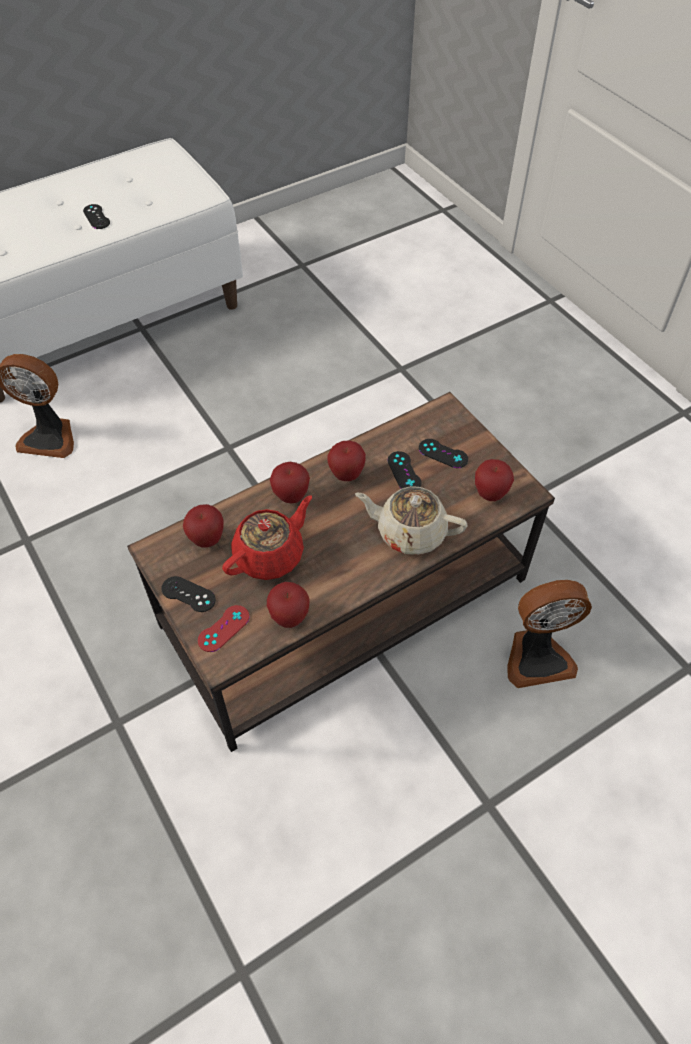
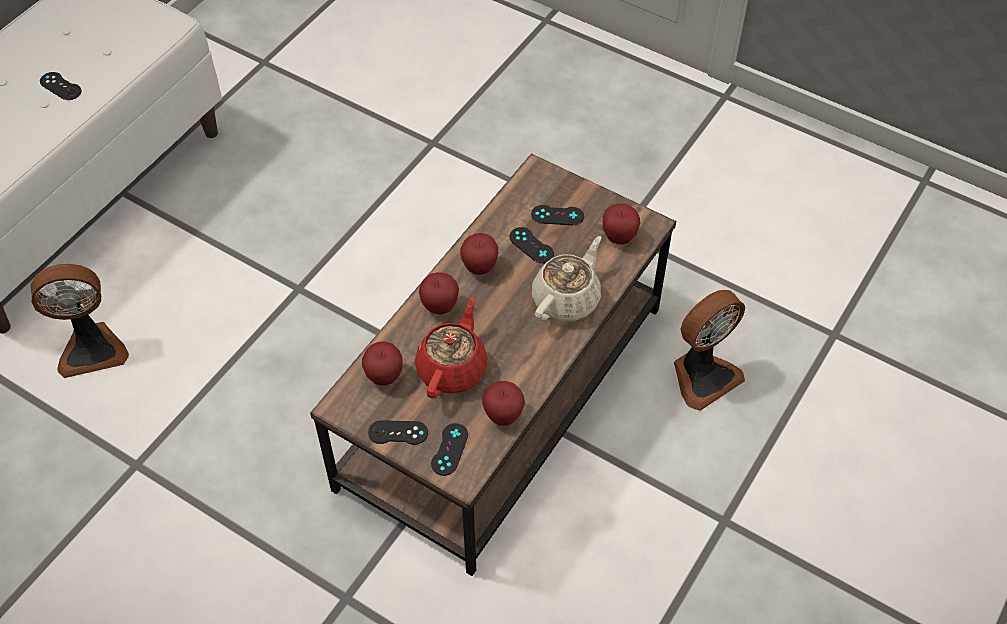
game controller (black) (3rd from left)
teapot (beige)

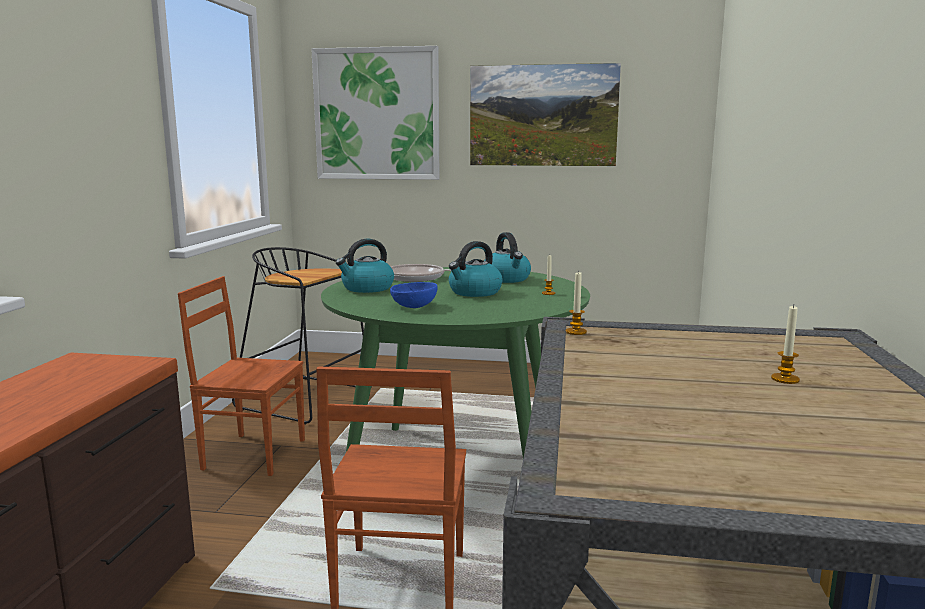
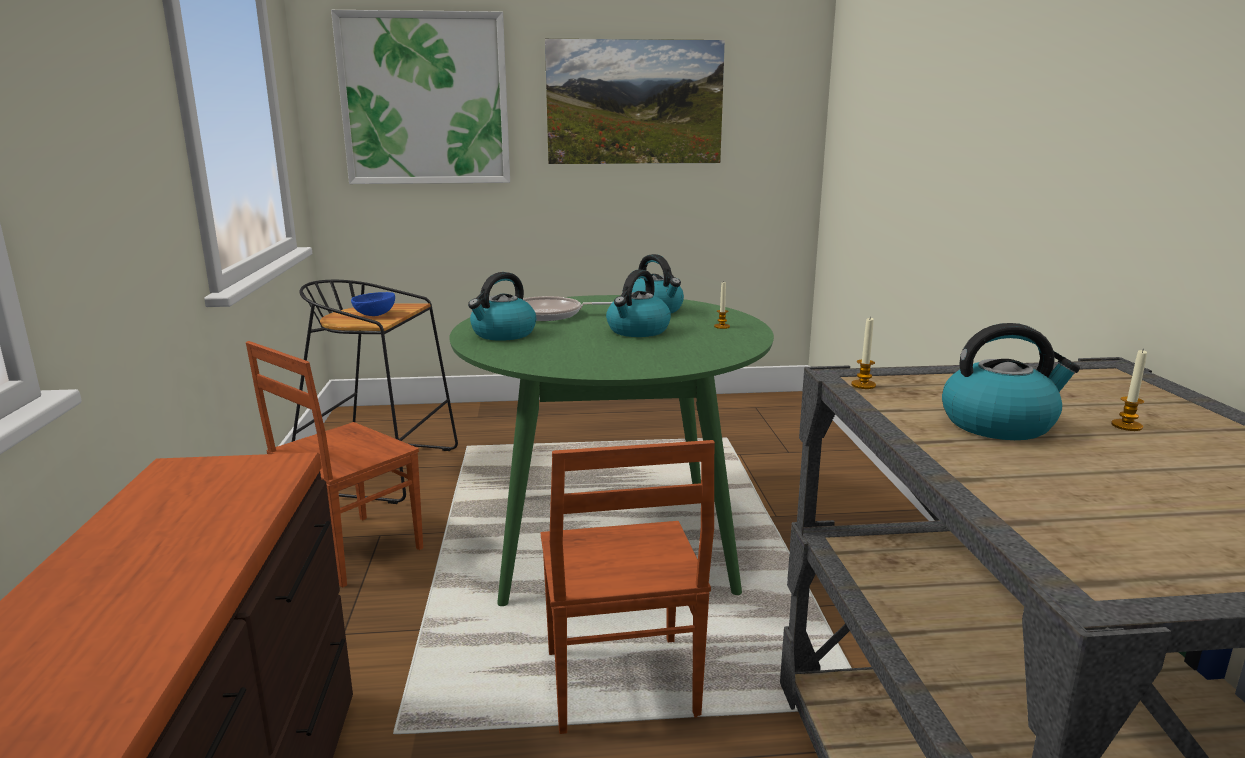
chair (brown) (1st from left)
bowl (blue)
kettle (4th from left)

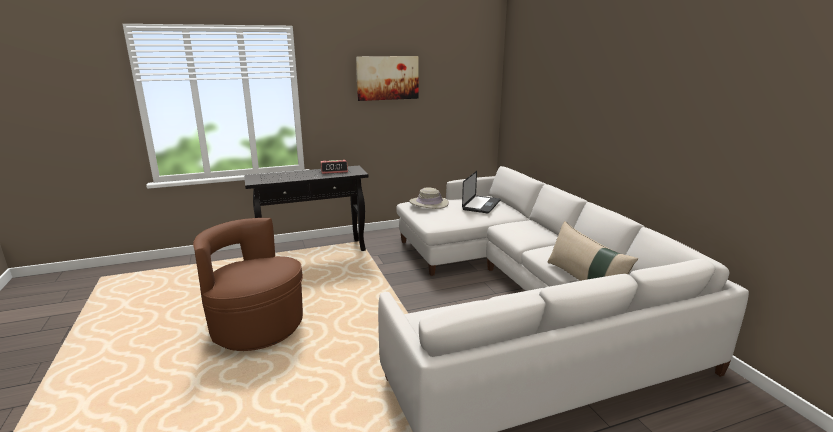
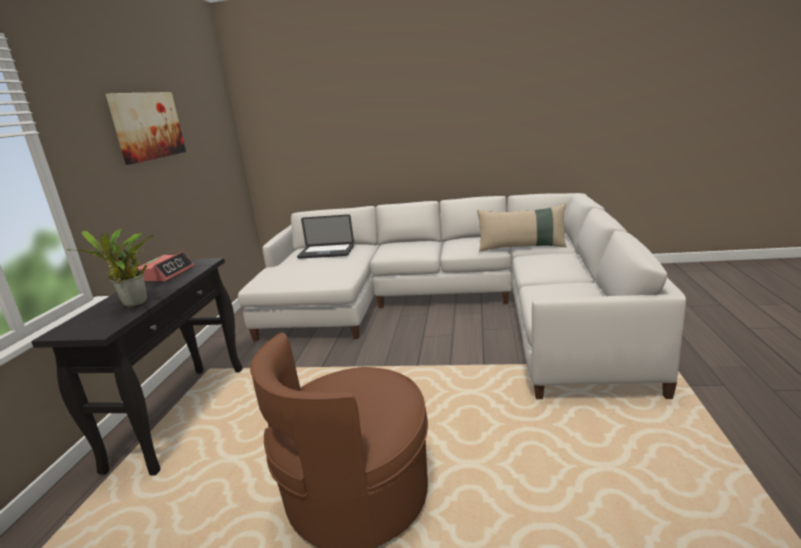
hat (beige)
laptop
potted plant

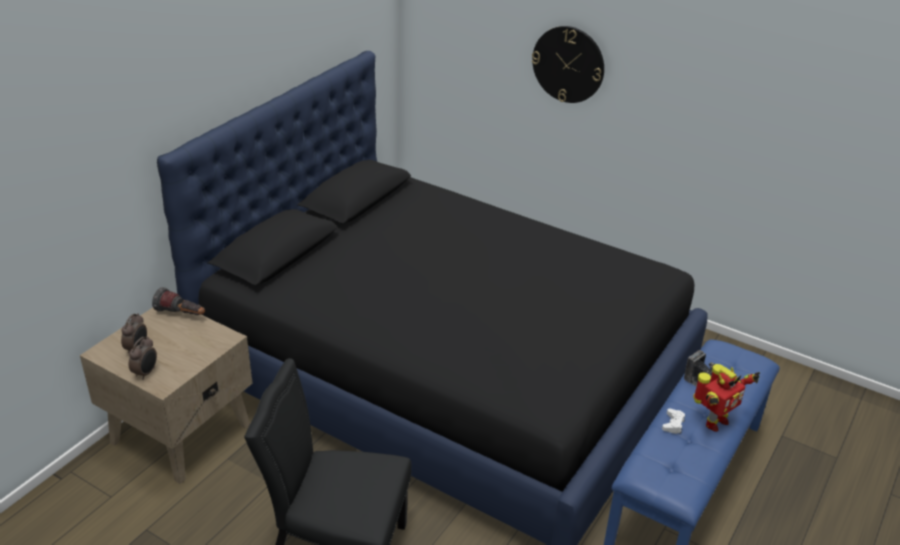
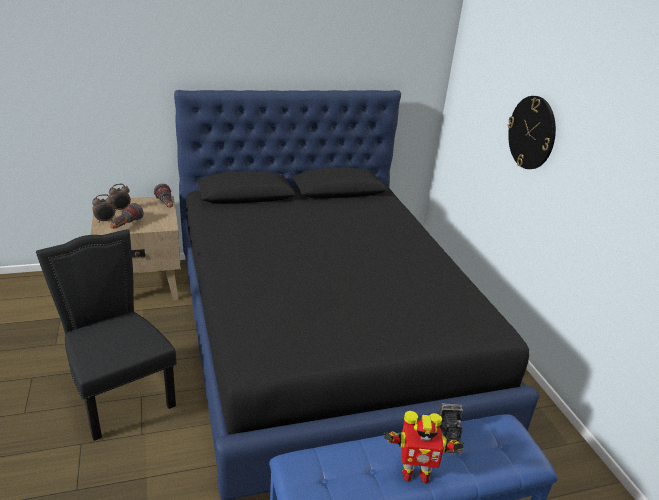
game controller (white)
flashlight (1st from left)

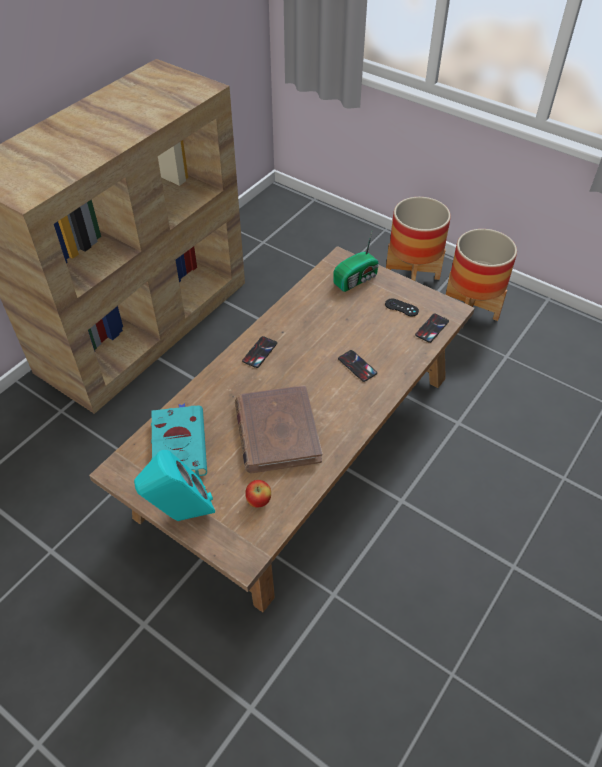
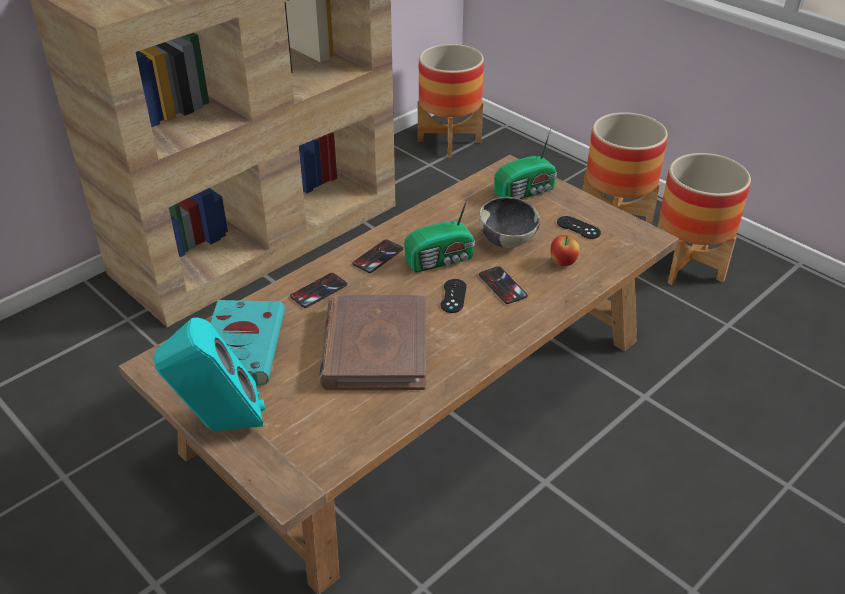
apple
phone (1st from left)
radio (1st from left)
planter (1st from left)
game controller (black) (1st from left)
bowl

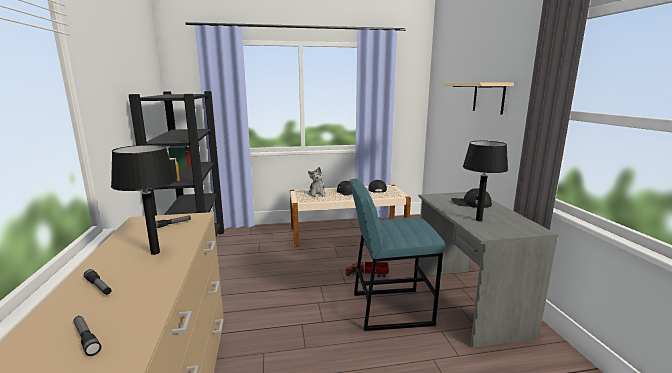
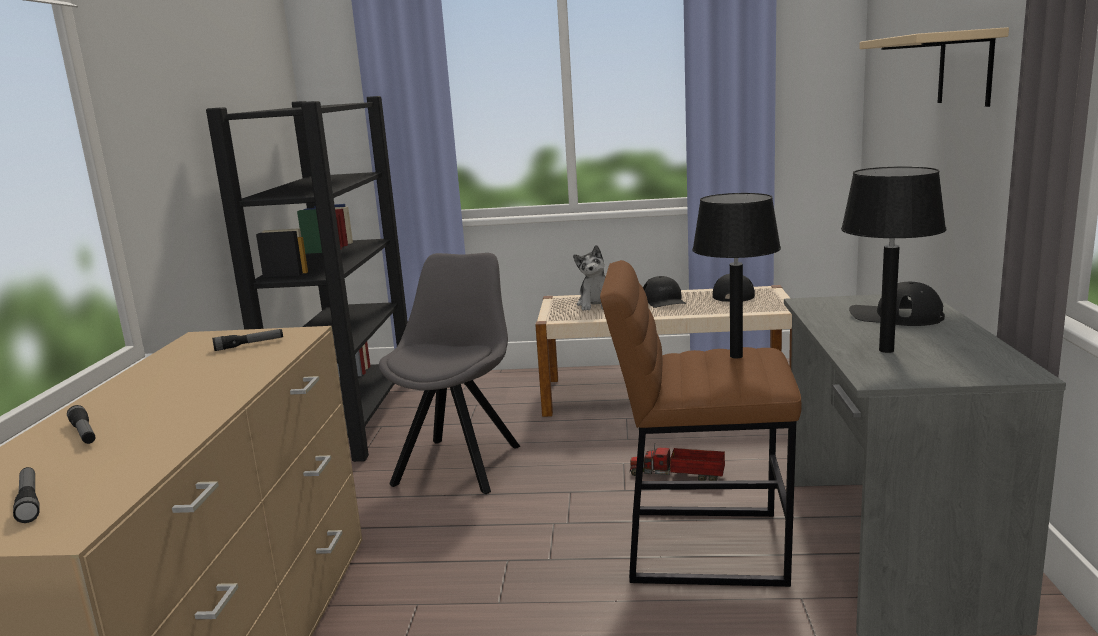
table lamp (black) (1st from left)
stool (brown)
chair (grey)

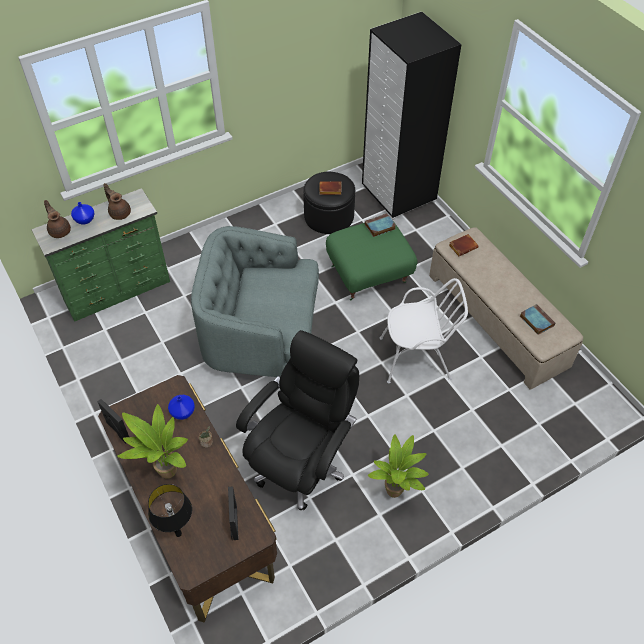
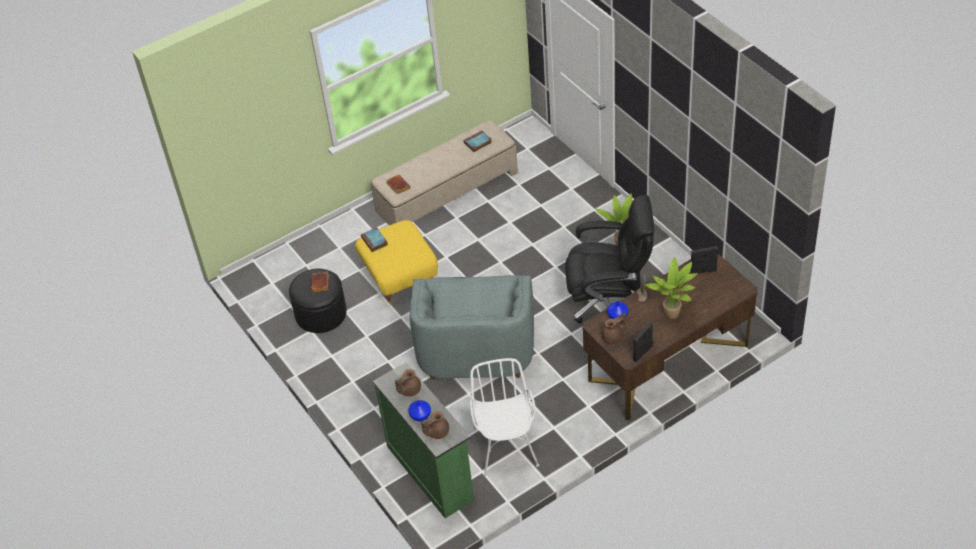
table lamp (black)
office chair (black)
ottoman (yellow)
wardrobe
chair (white)
teapot (brown) (3rd from left)

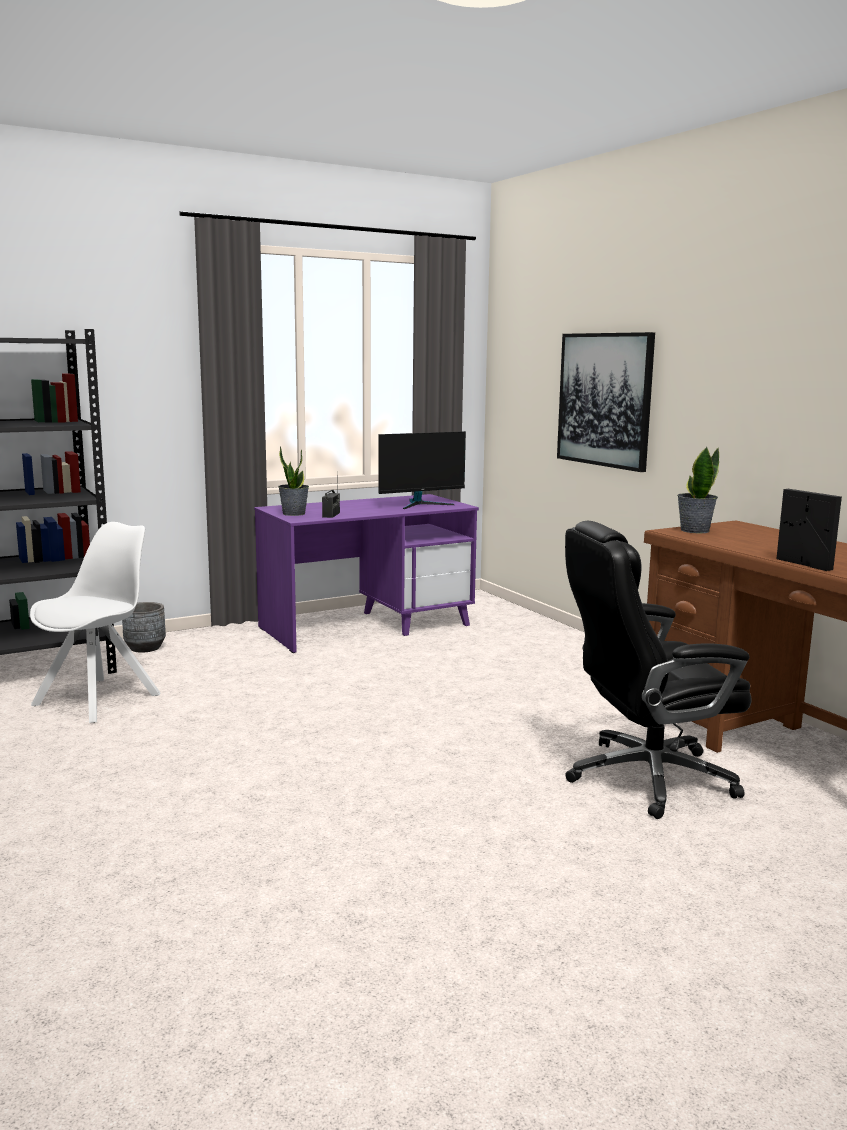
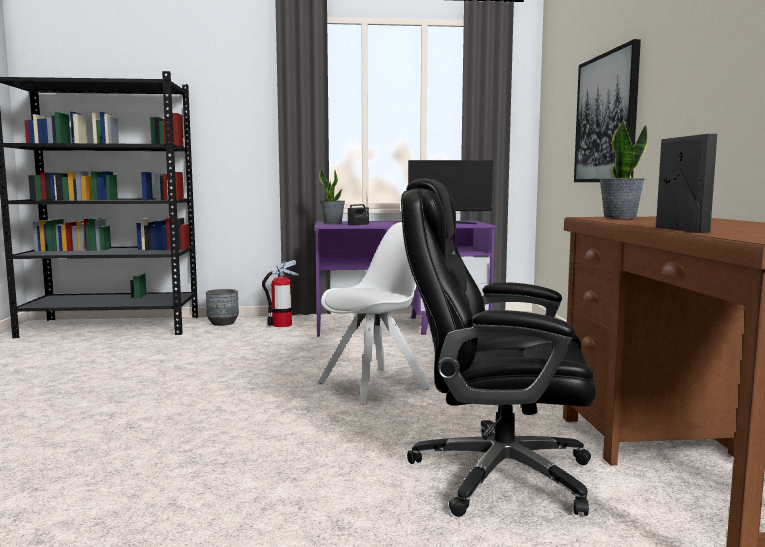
chair (white)
fire extinguisher

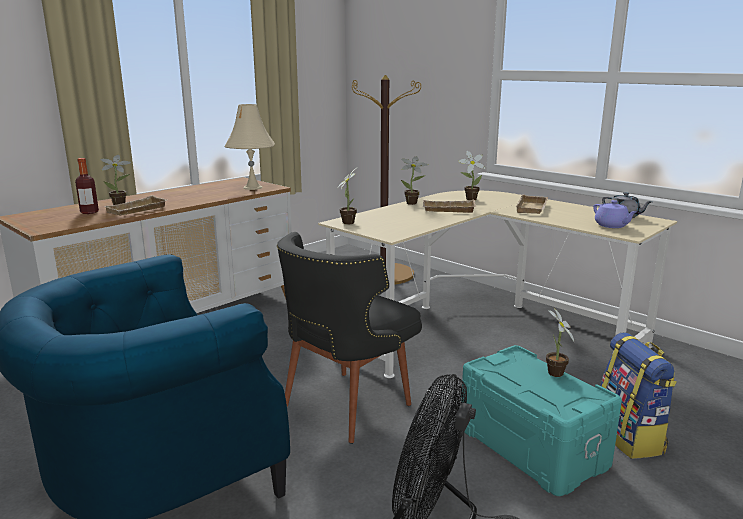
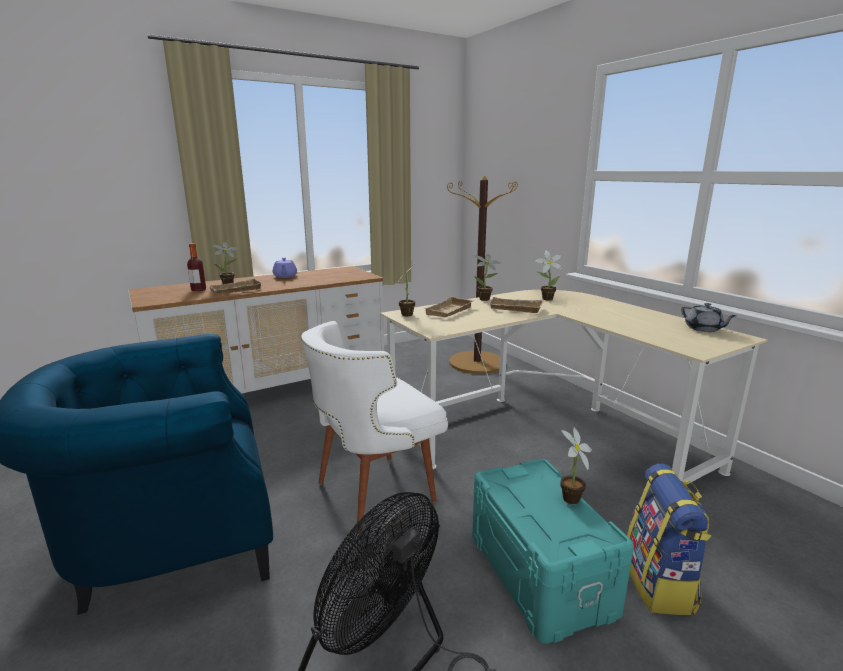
table lamp (beige)
chair (white)
tray (beige) (2nd from left)
teapot (purple)

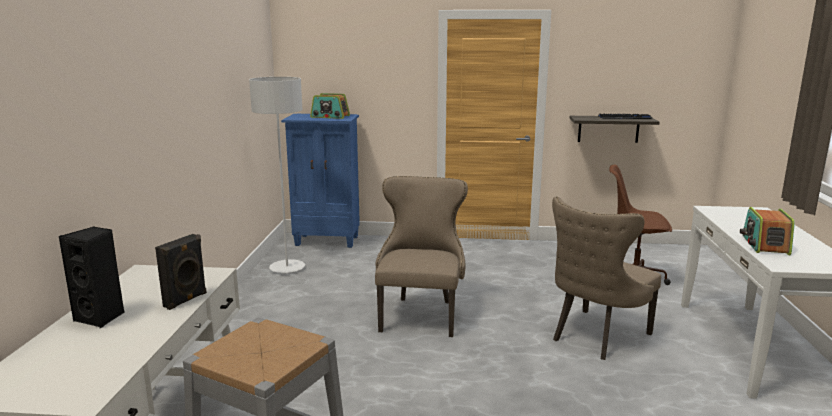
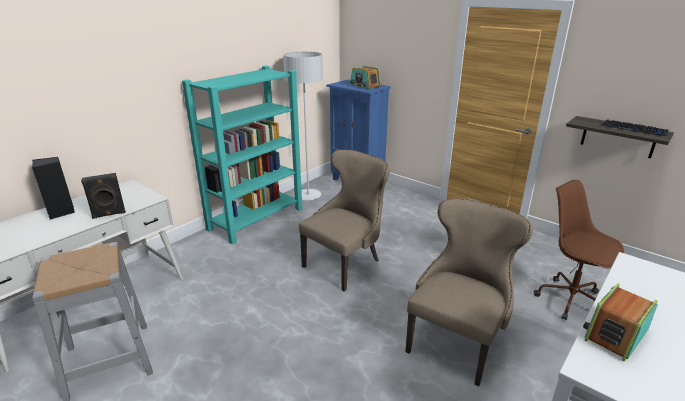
chair (beige) (2nd from left)
bookcase (turquoise)

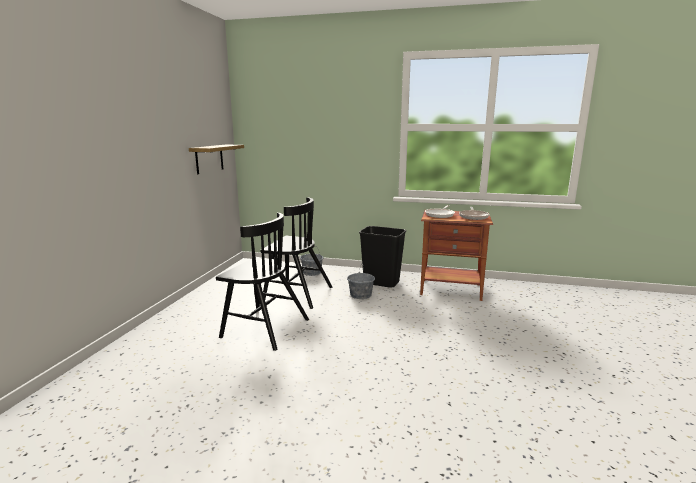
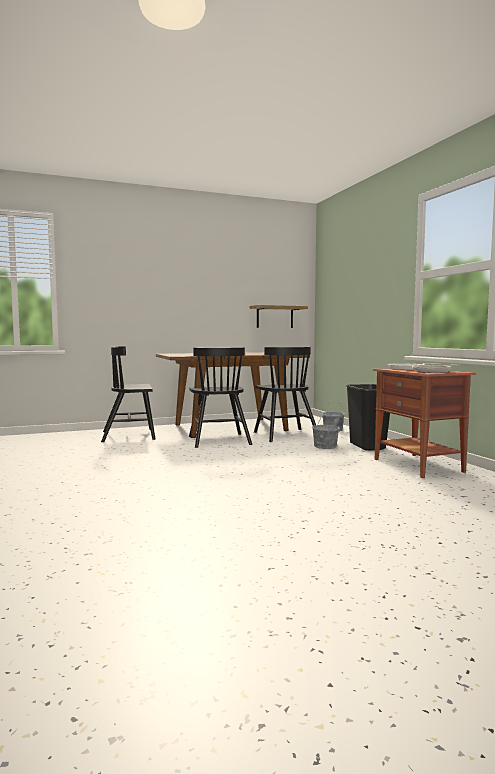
chair (black) (1st from left)
dining table (brown)

